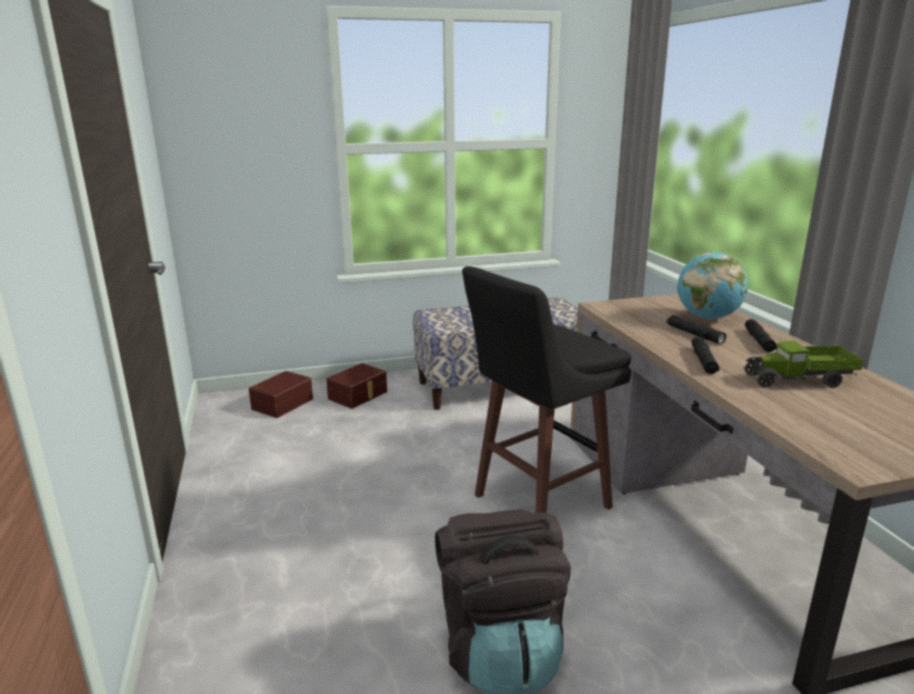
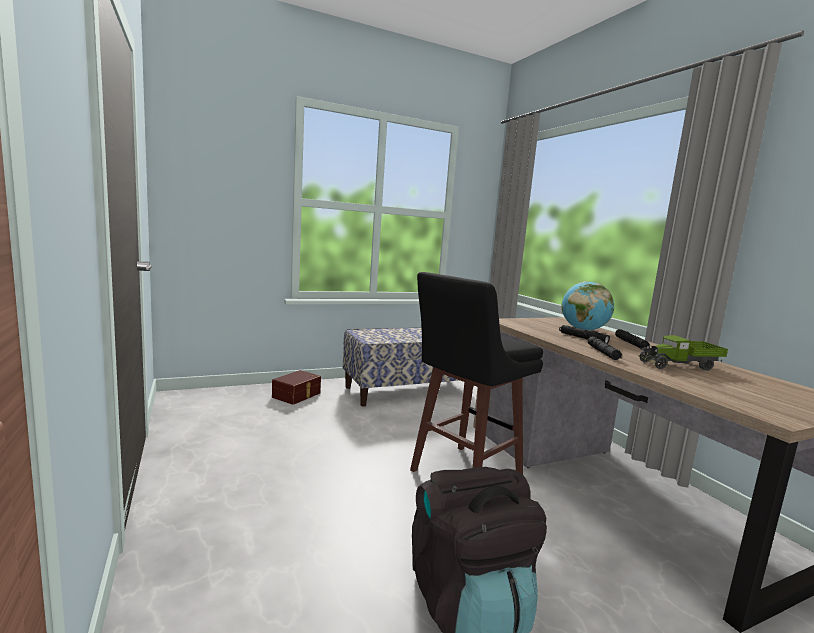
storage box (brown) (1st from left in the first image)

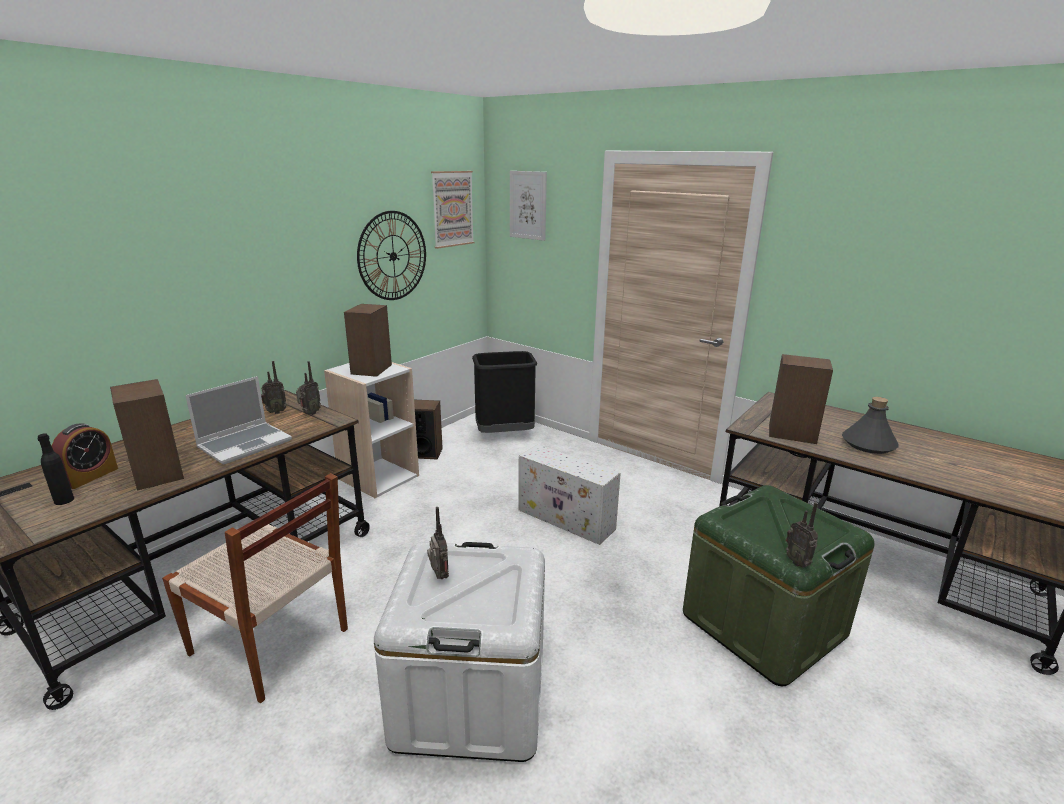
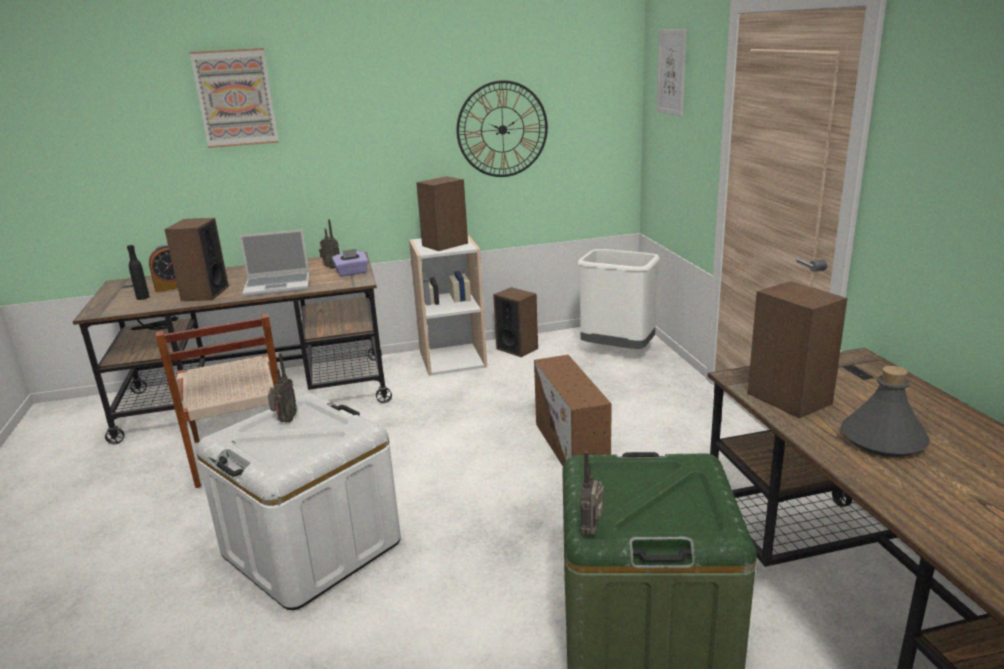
tissue box (purple)
picture (1st from left)
trash can (white)
storage box (brown)

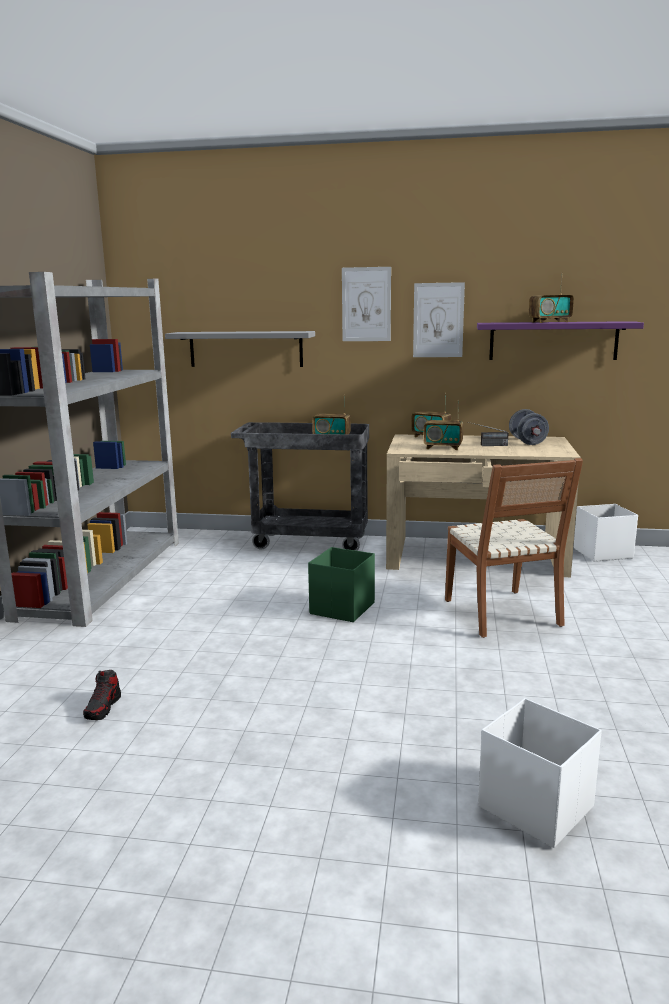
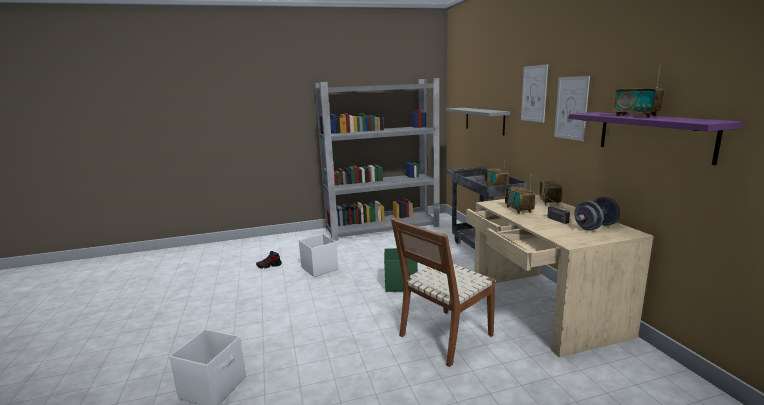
storage box (white) (2nd from left)

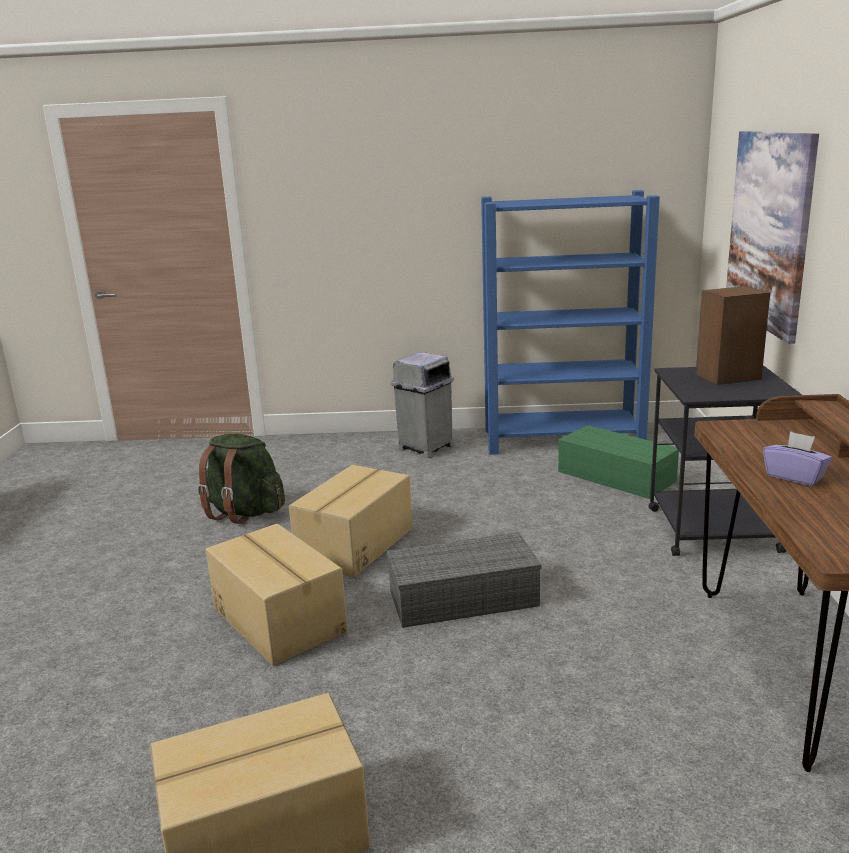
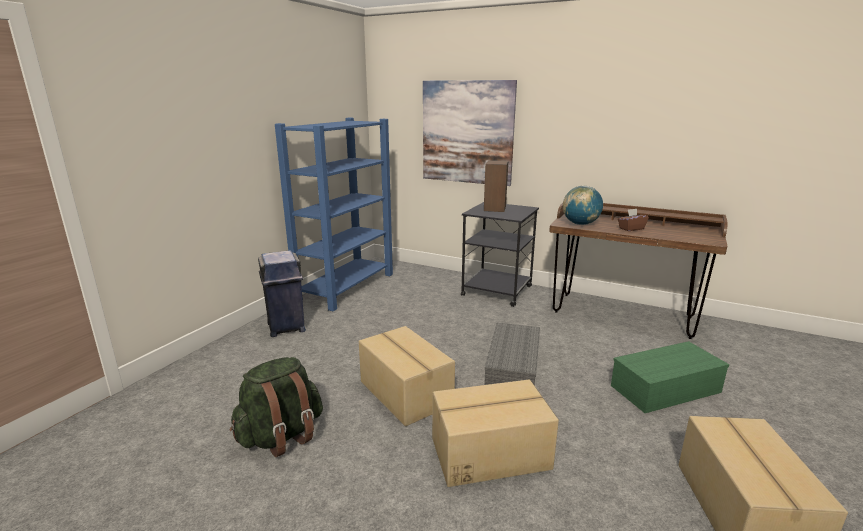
trash can (blue)
storage box (green)
tissue box (brown)
globe

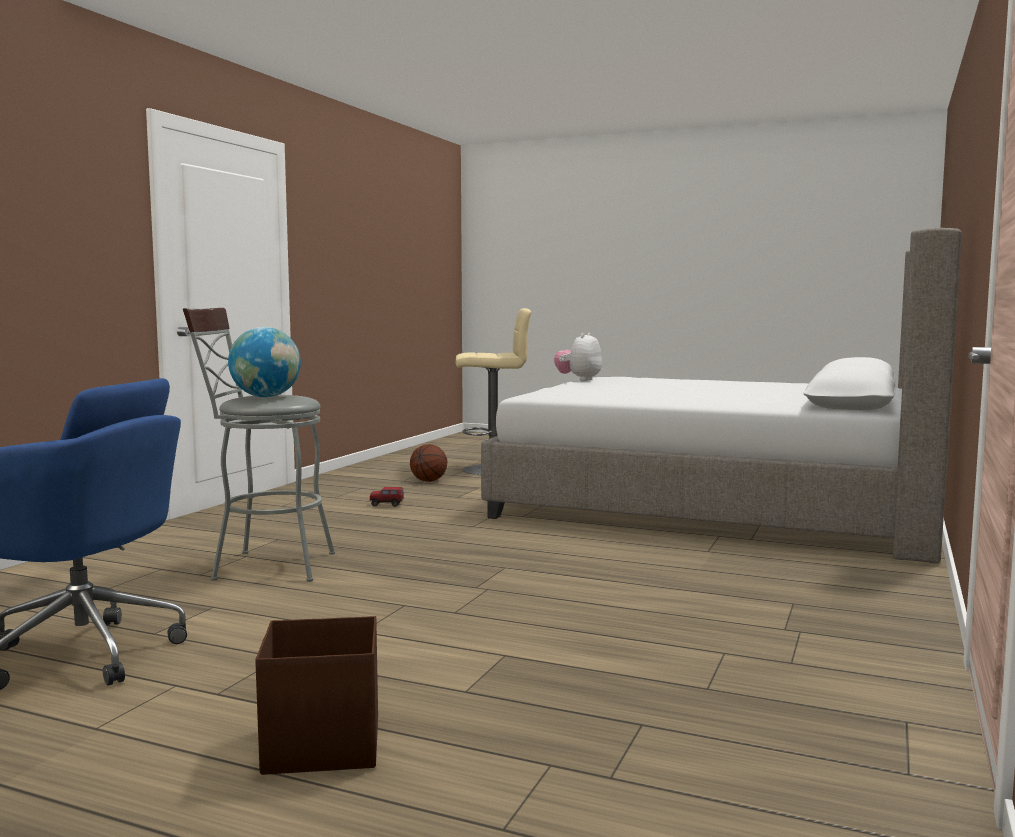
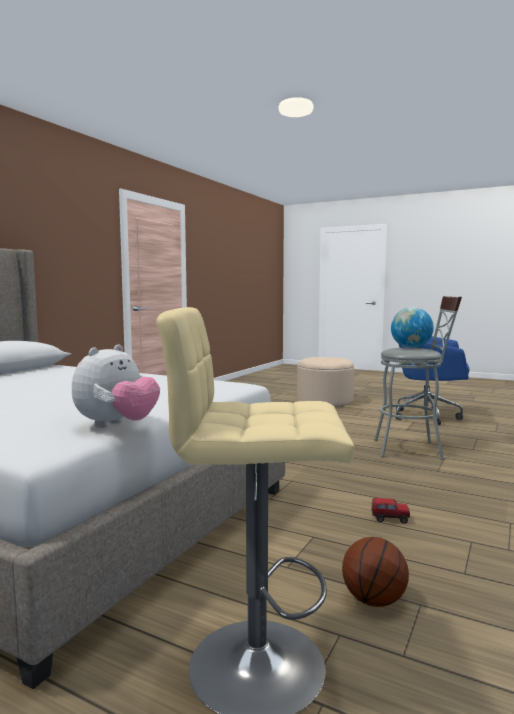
ottoman (beige)

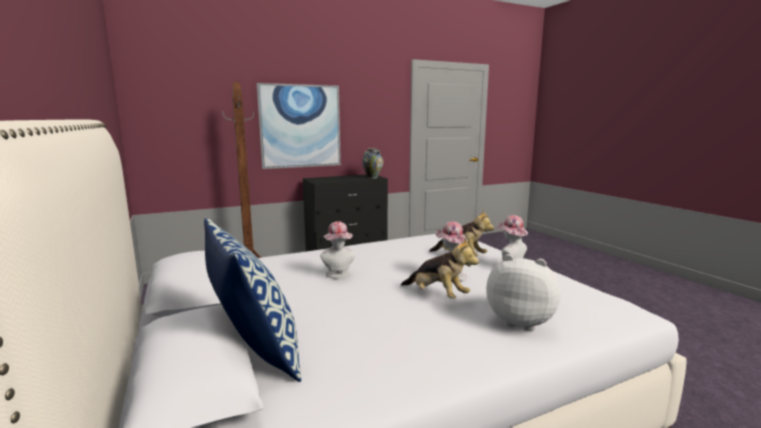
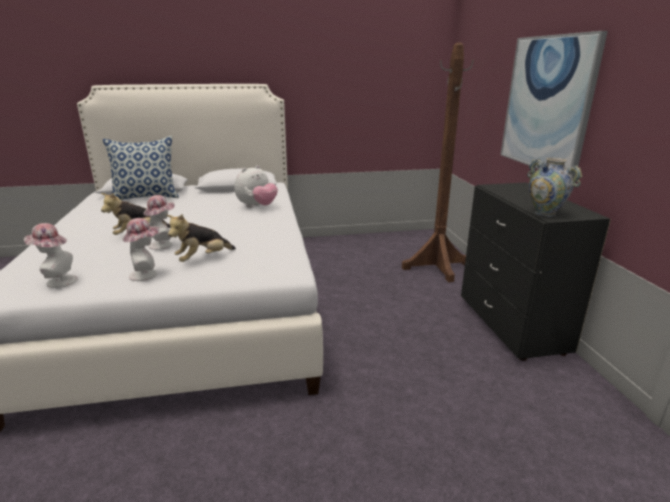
hat (1st from left)
plush toy (3rd from left)

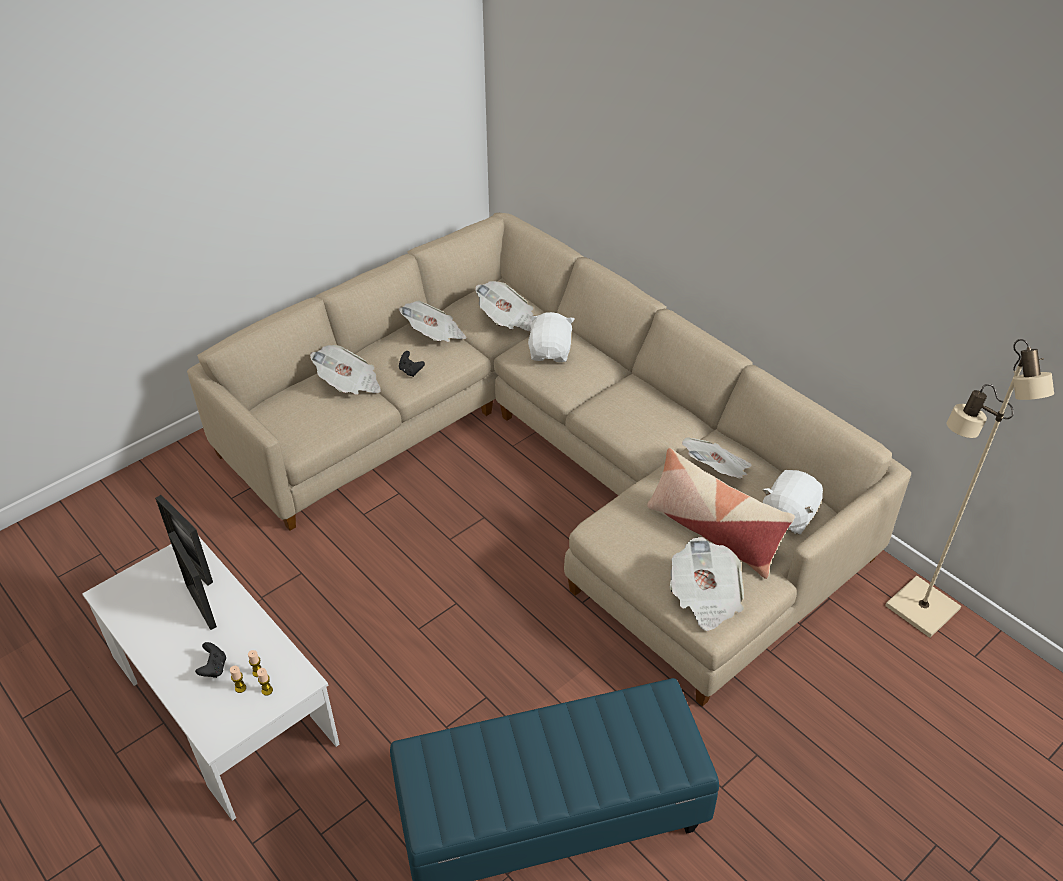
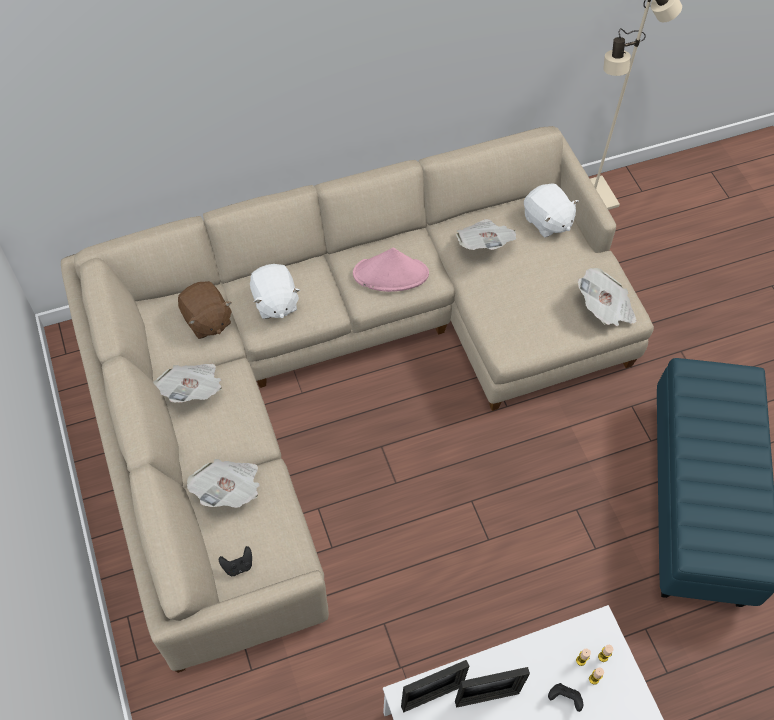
game controller (black) (1st from left)
plush toy (brown)
plush toy (white) (1st from left)
pillow
hat (pink)

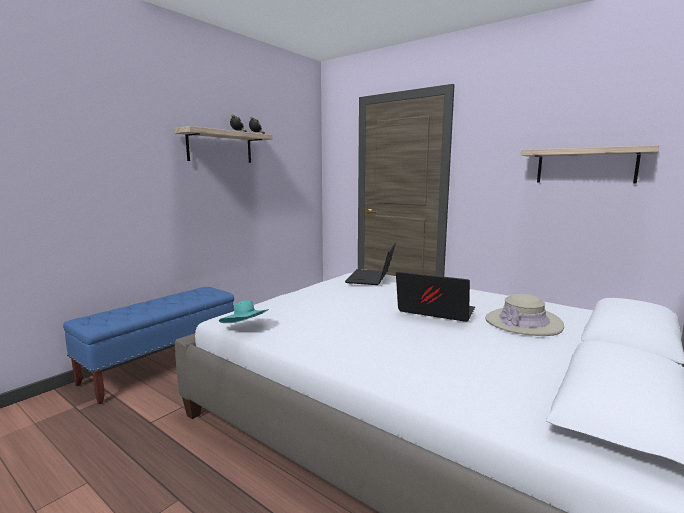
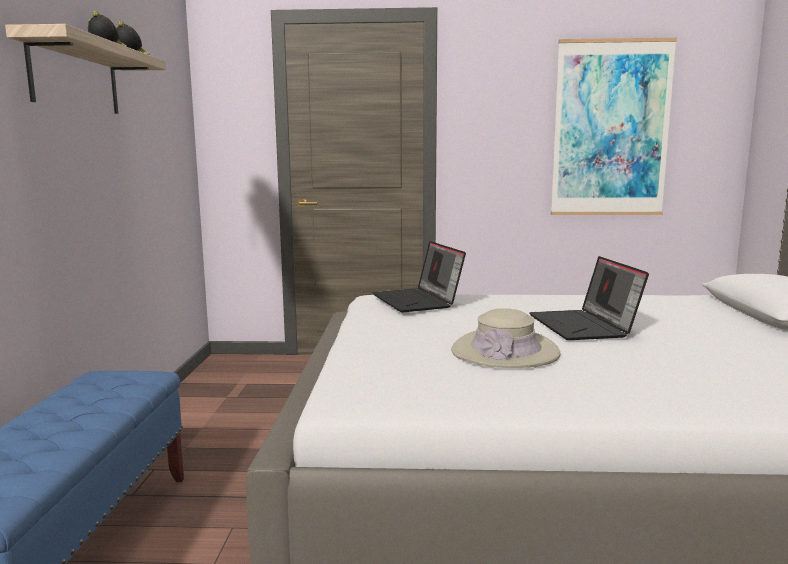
hat (turquoise)
laptop (2nd from left)
hat (beige)
picture

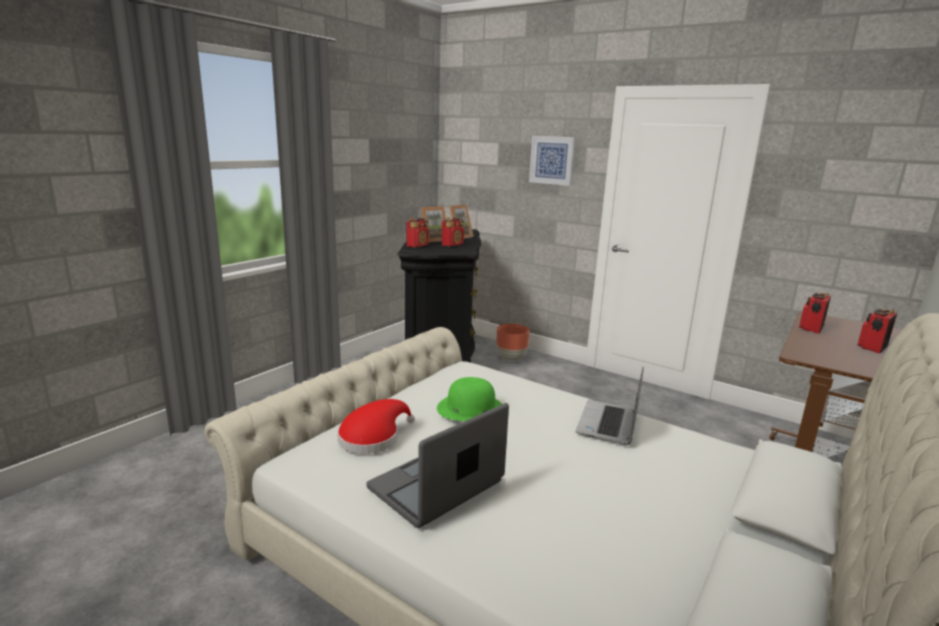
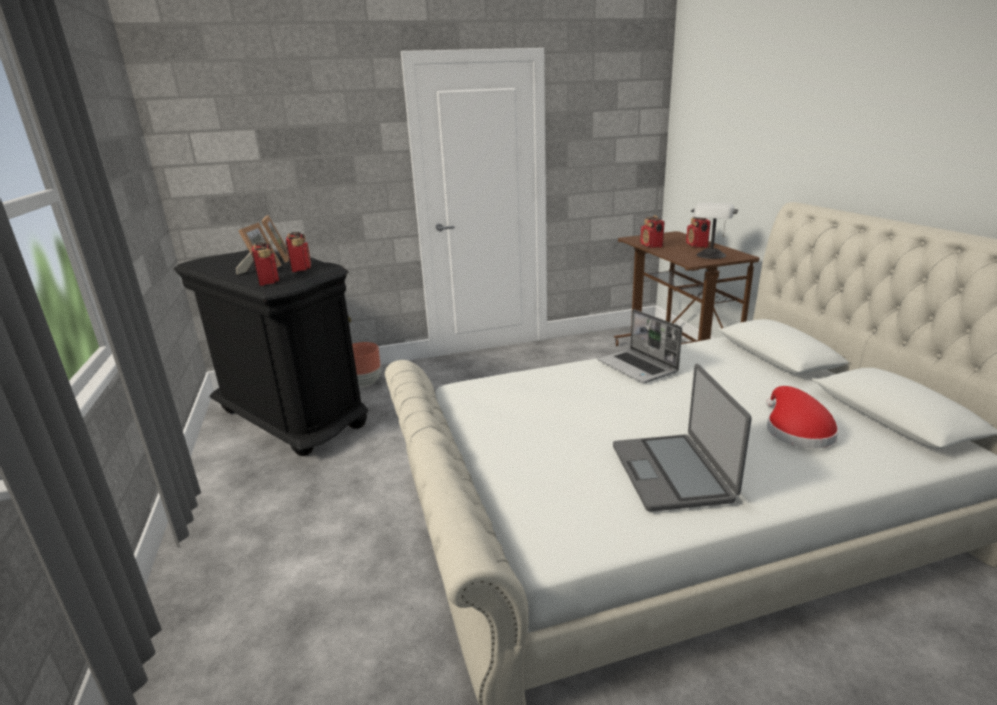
hat (red)
hat (green)
picture
table lamp

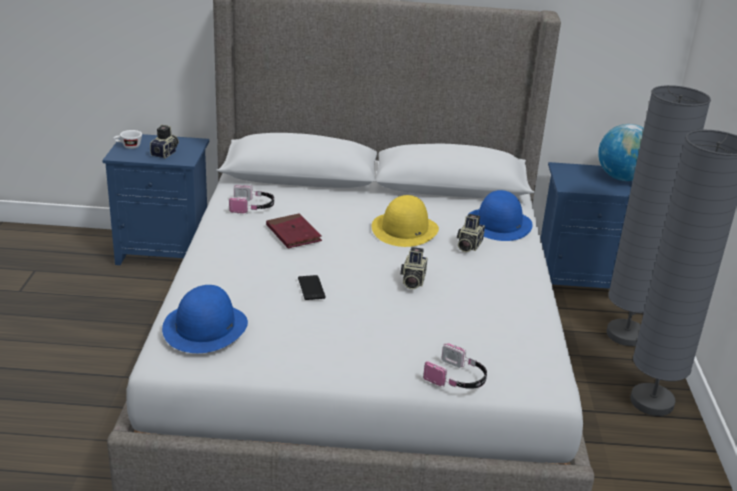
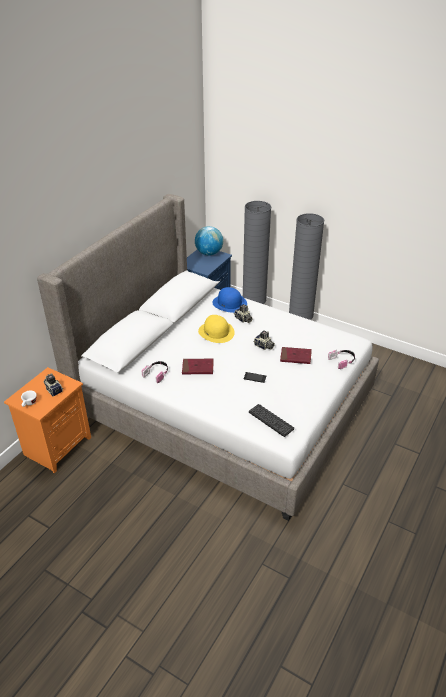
nightstand (orange)
keyboard
book (red) (2nd from left)

